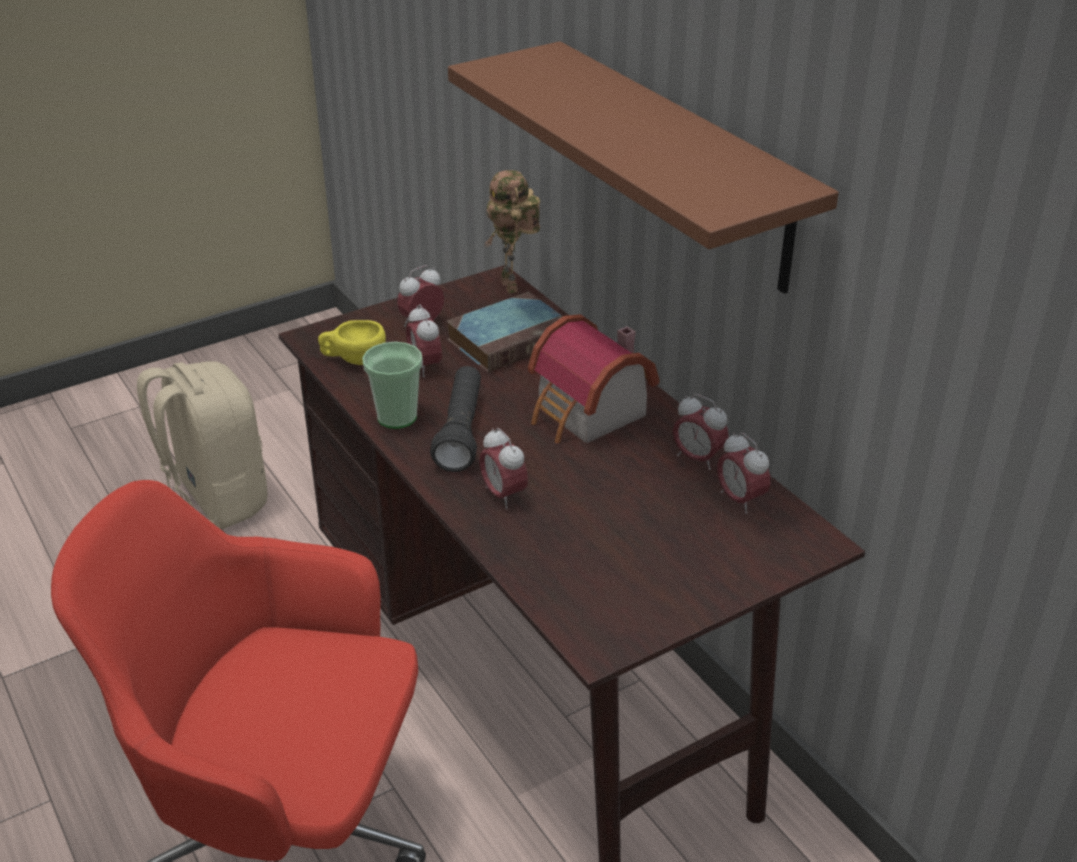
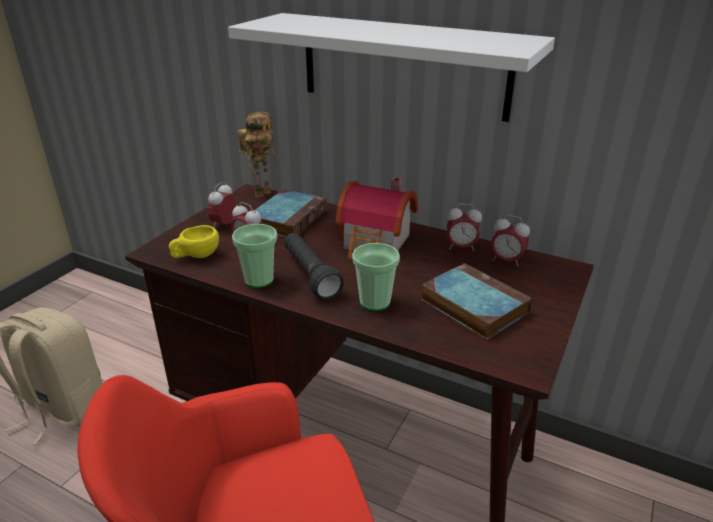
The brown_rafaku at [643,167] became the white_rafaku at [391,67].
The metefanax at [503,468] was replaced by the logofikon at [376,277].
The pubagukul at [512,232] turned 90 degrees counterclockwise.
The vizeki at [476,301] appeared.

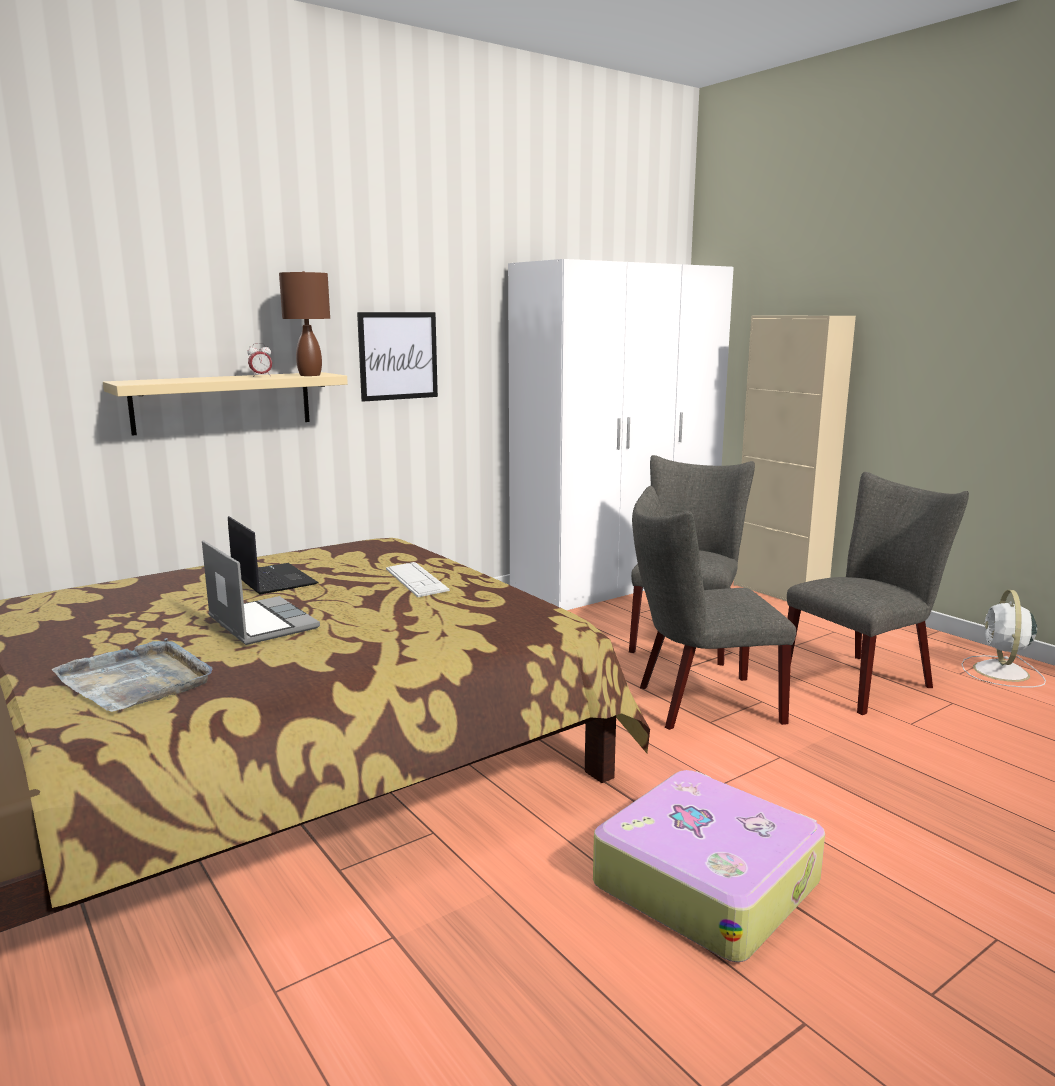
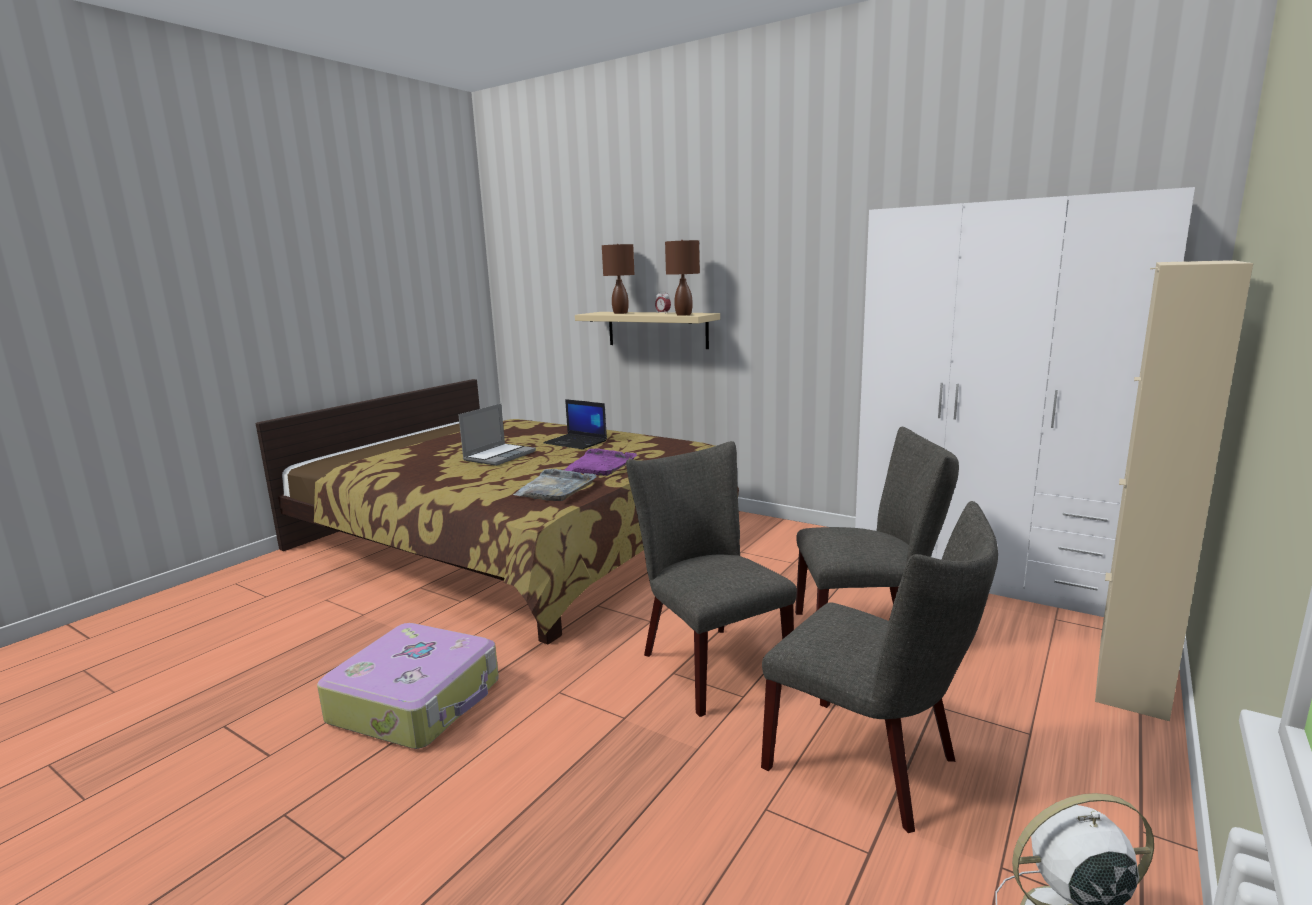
The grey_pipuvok moved from [132,675] to [555,485].
The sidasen at [273,555] turned 90 degrees clockwise.
The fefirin at [397,357] disappeared.
The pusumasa at [418,579] was replaced by the purple_pipuvok at [601,462].
The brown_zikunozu at [618,279] appeared.

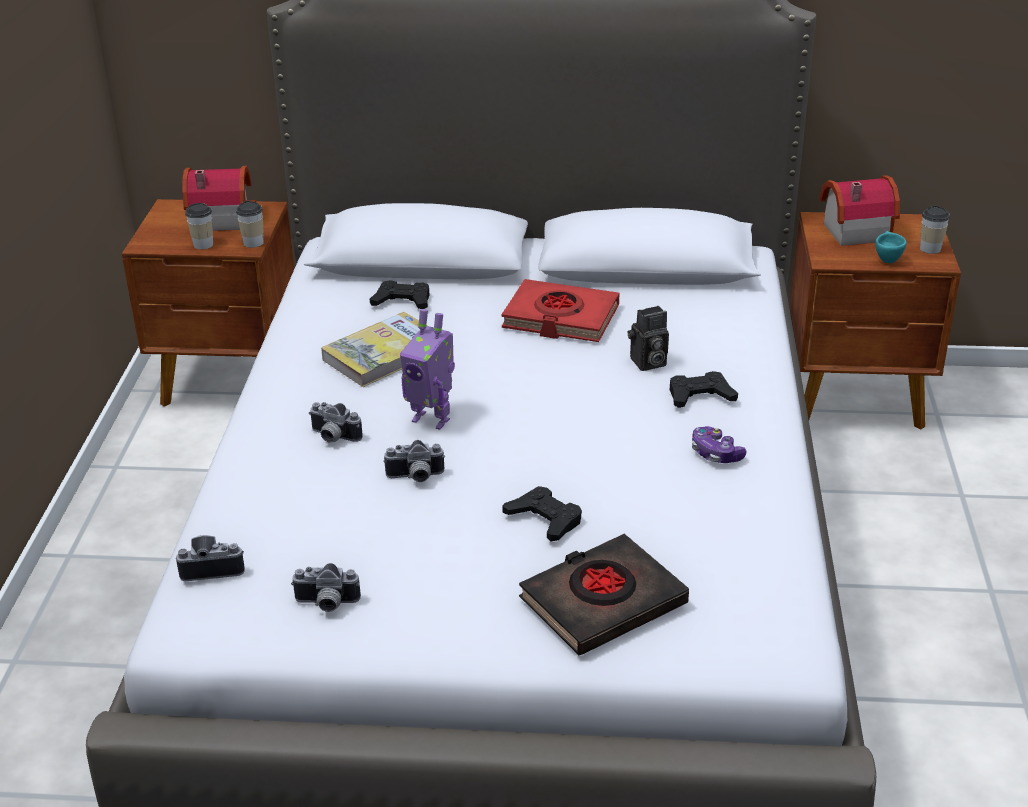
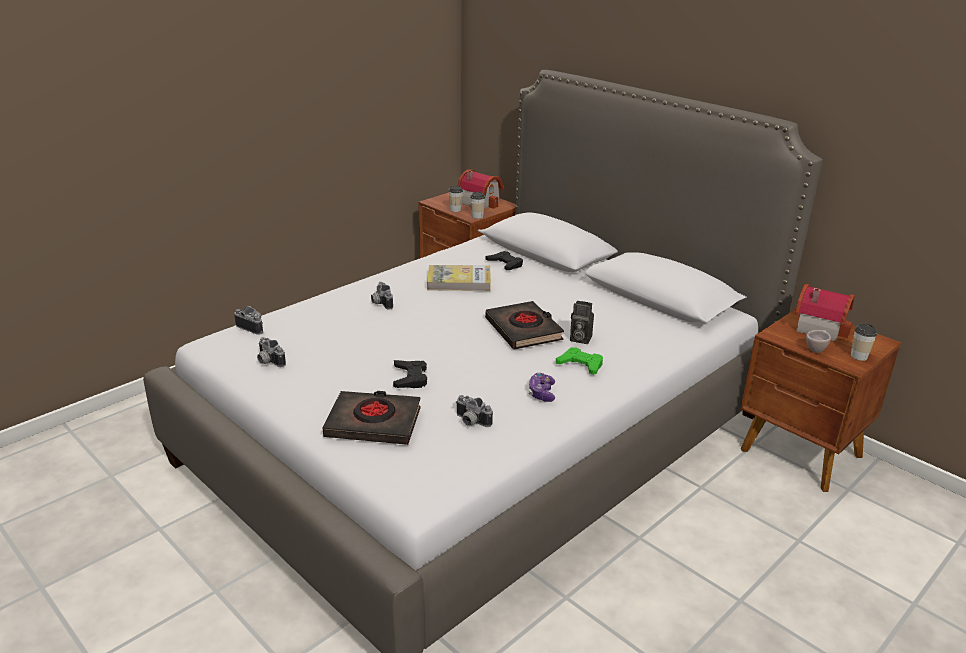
The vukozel moved from [414,461] to [474,411].
The pubagukul at [427,369] disappeared.
The red_vizeki at [560,310] disappeared.
The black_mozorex at [704,389] became the green_mozorex at [579,361].
The turquoise_logofikon at [891,247] became the beige_logofikon at [818,341].
The black_vizeki at [524,325] appeared.

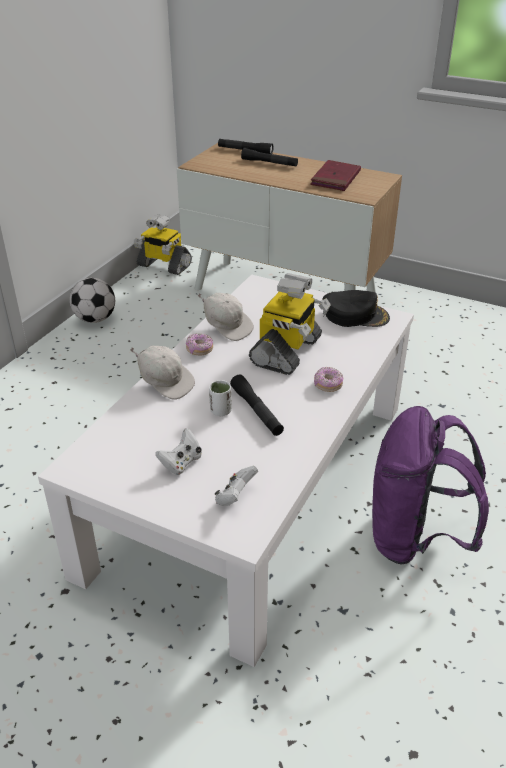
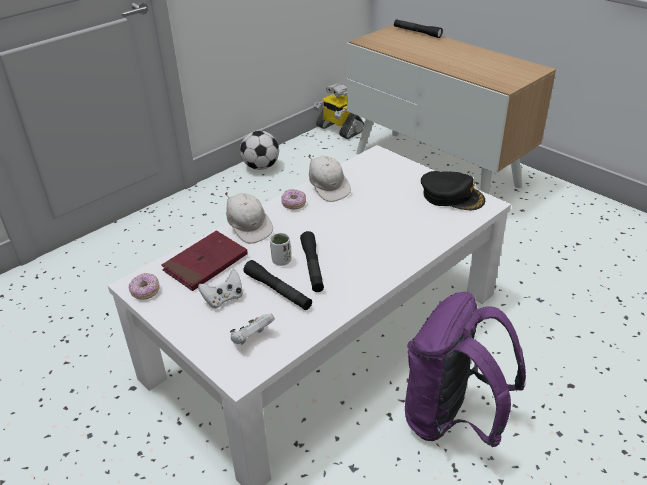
The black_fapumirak moved from [269,157] to [278,285].
The pubagukul at [290,324] disappeared.
The red_vizeki moved from [335,175] to [204,261].
The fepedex moved from [329,379] to [144,286].

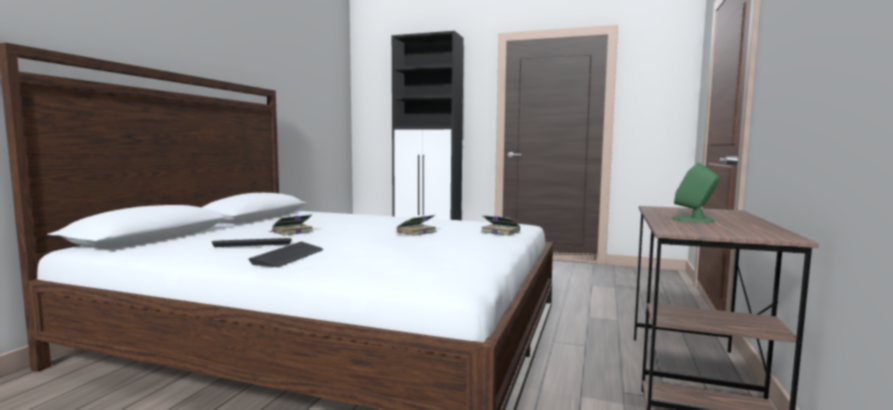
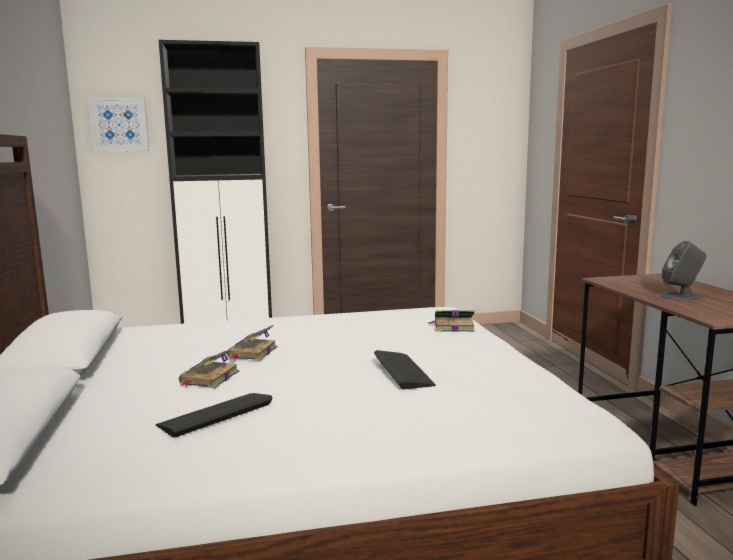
The pusumasa moved from [286,254] to [405,369].
The vizeki moved from [417,225] to [252,343].
The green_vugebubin at [695,192] became the grey_vugebubin at [683,270].
The fefirin at [118,124] appeared.

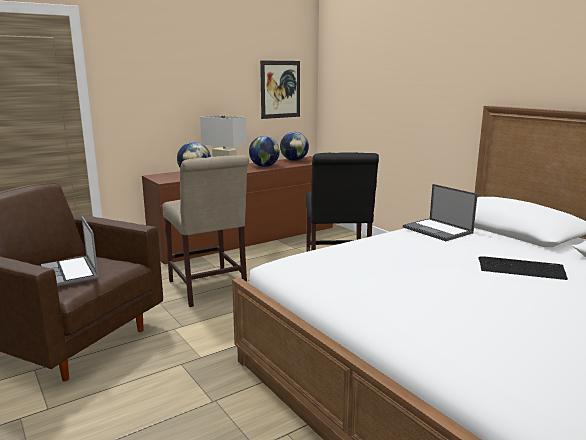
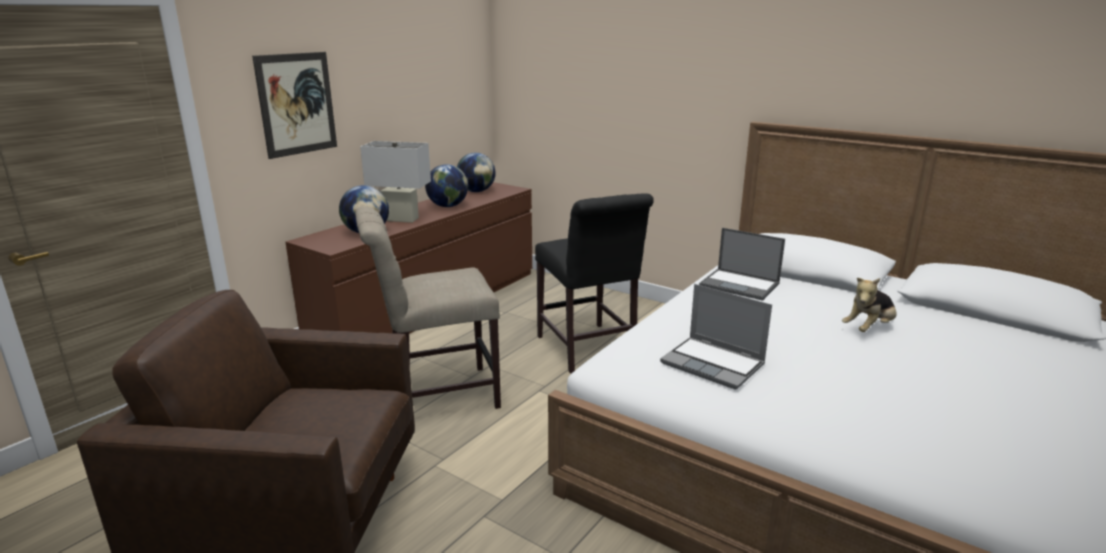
The sidasen moved from [70,251] to [716,336].
The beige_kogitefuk at [205,231] turned 120 degrees clockwise.
The fefirin moved from [280,89] to [294,105].
The pusumasa at [523,268] was replaced by the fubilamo at [869,305].

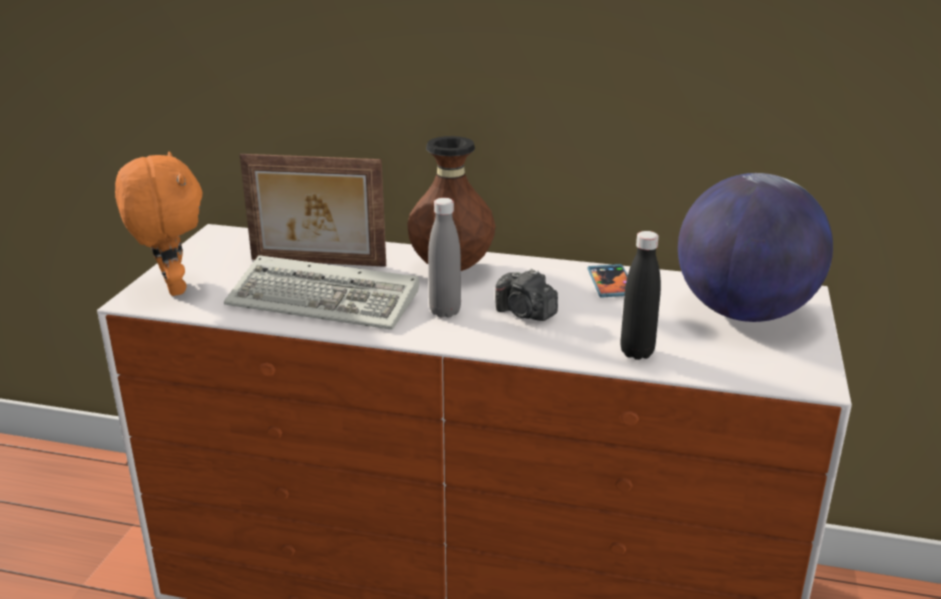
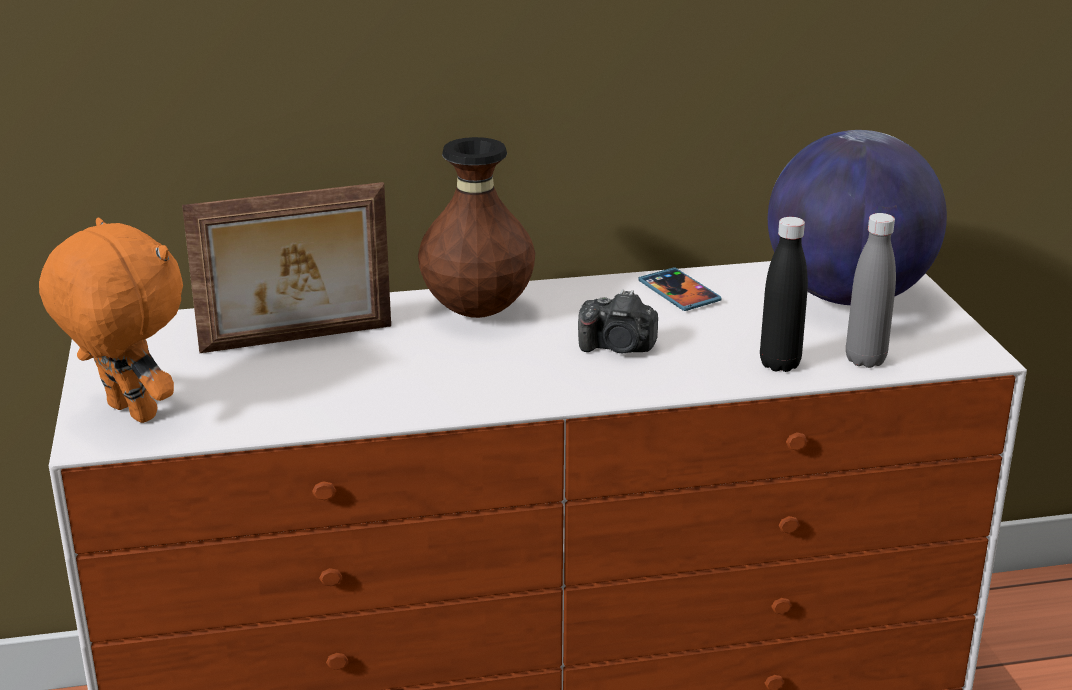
The pusumasa at [321,292] disappeared.
The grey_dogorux moved from [444,258] to [871,290].

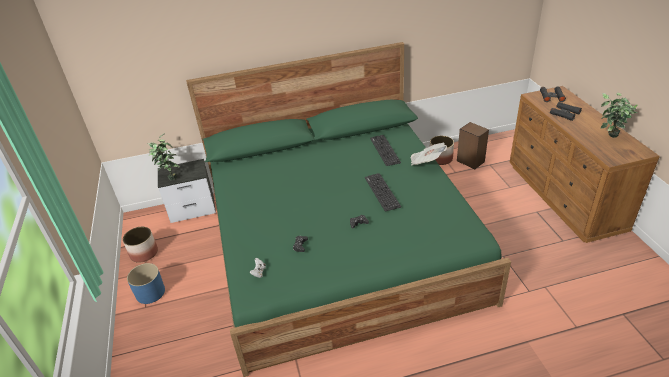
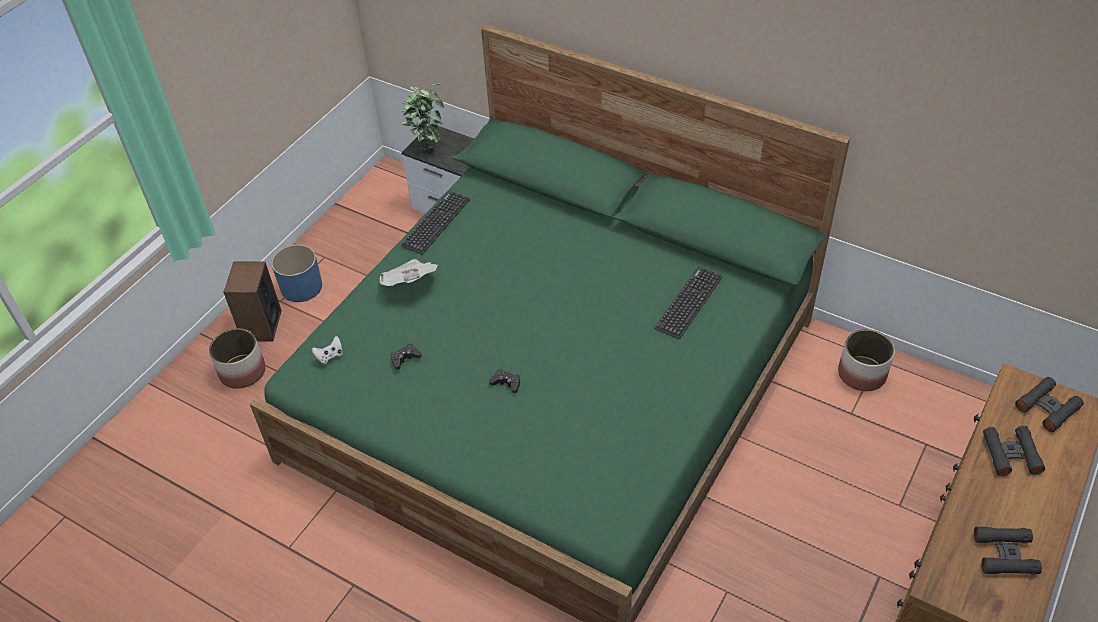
The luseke moved from [140,245] to [237,358].
The pusumasa moved from [383,192] to [435,222].
The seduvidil moved from [429,154] to [408,272].
The vugebubin moved from [473,145] to [252,301].
The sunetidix at [619,115] was replaced by the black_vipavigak at [1008,551].

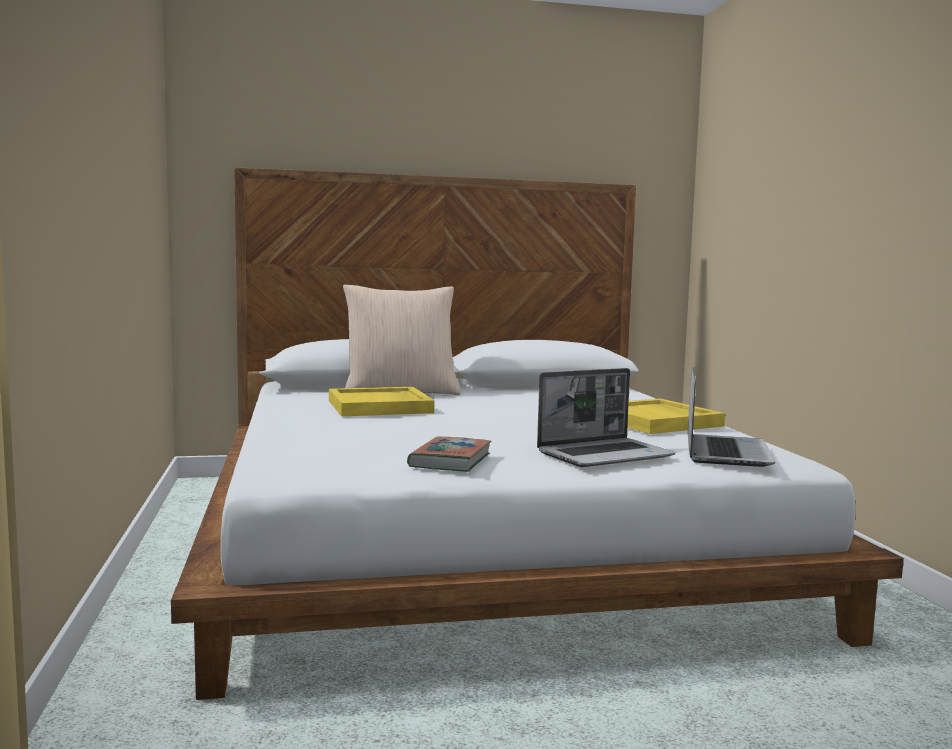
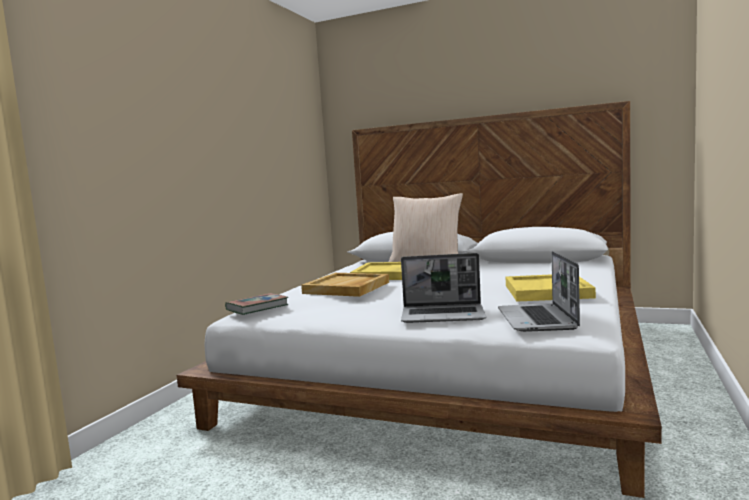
The vizeki moved from [449,454] to [257,304].
The sidasen at [731,417] turned 135 degrees clockwise.
The beige_pipuvok at [345,285] appeared.

